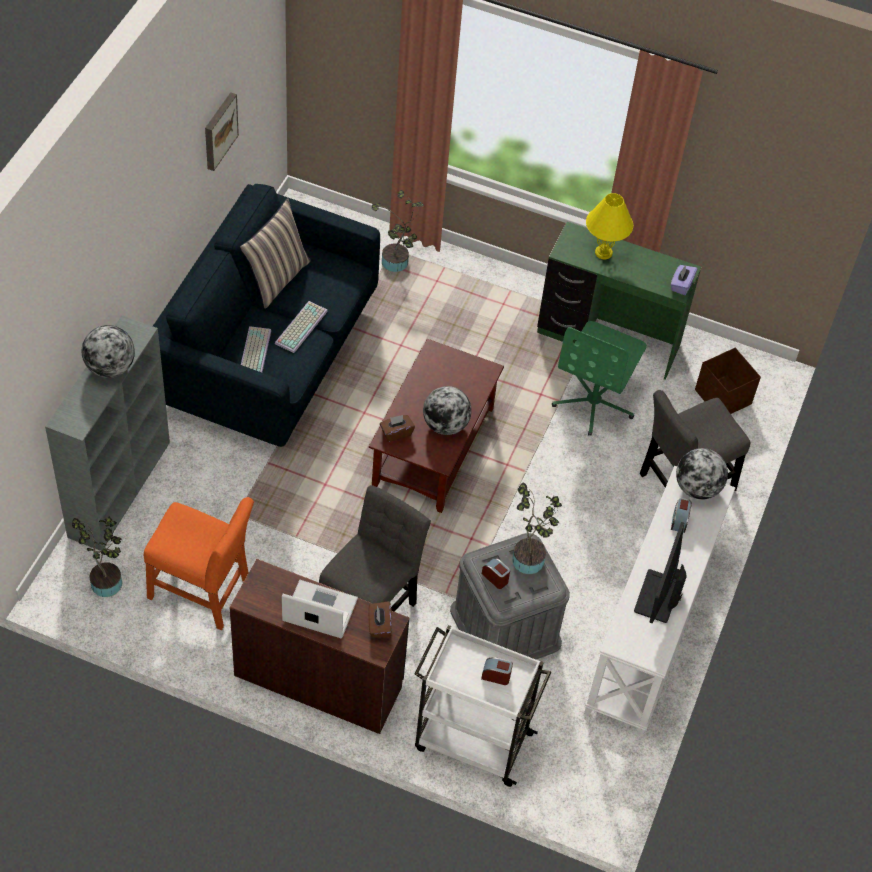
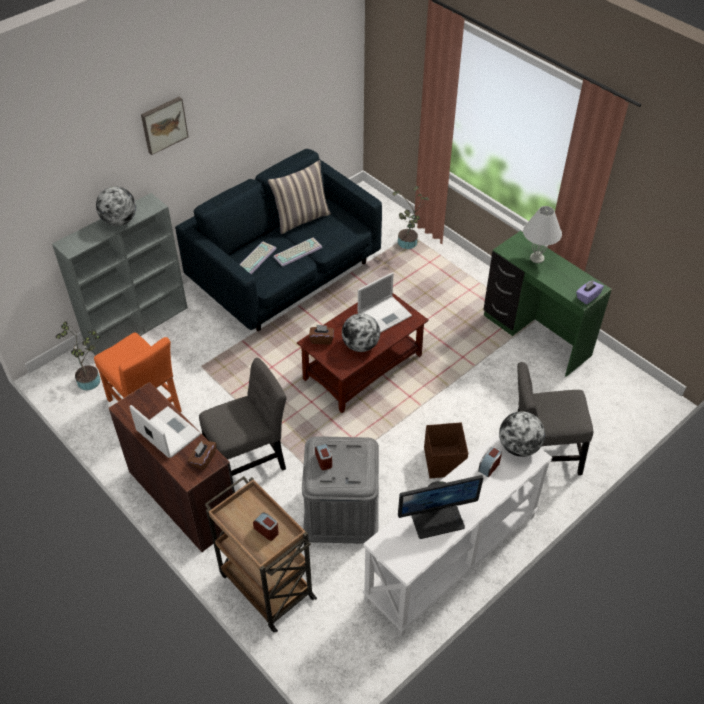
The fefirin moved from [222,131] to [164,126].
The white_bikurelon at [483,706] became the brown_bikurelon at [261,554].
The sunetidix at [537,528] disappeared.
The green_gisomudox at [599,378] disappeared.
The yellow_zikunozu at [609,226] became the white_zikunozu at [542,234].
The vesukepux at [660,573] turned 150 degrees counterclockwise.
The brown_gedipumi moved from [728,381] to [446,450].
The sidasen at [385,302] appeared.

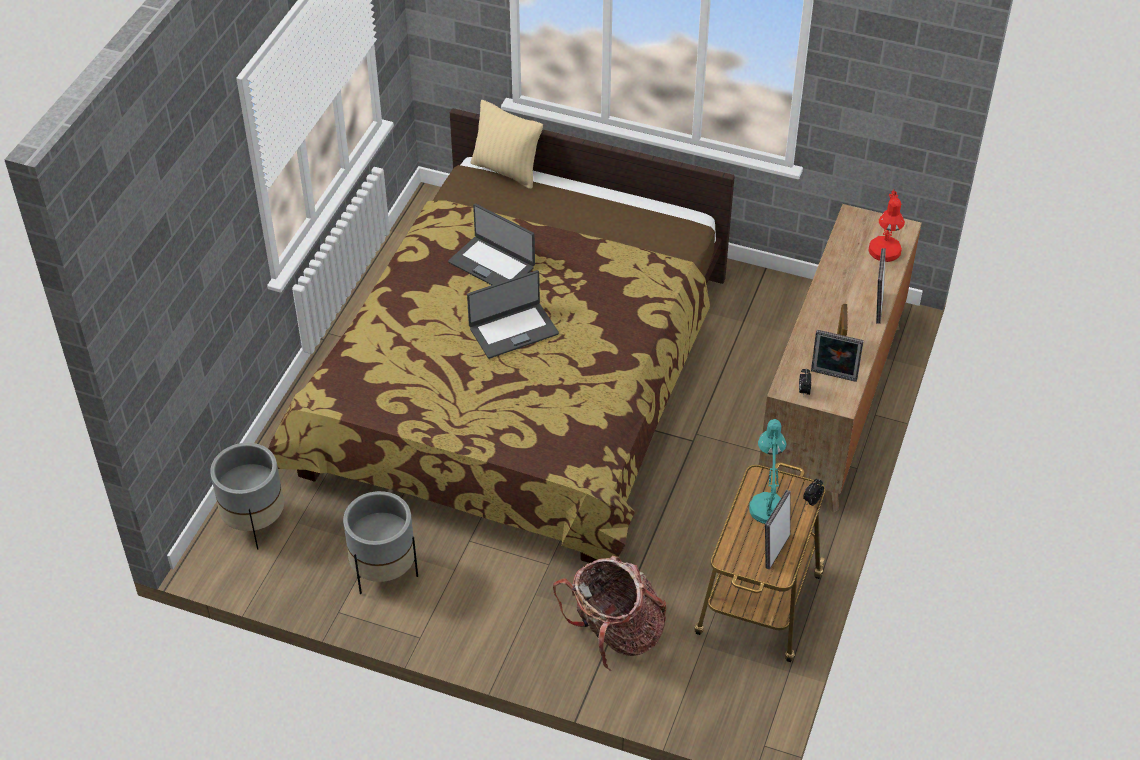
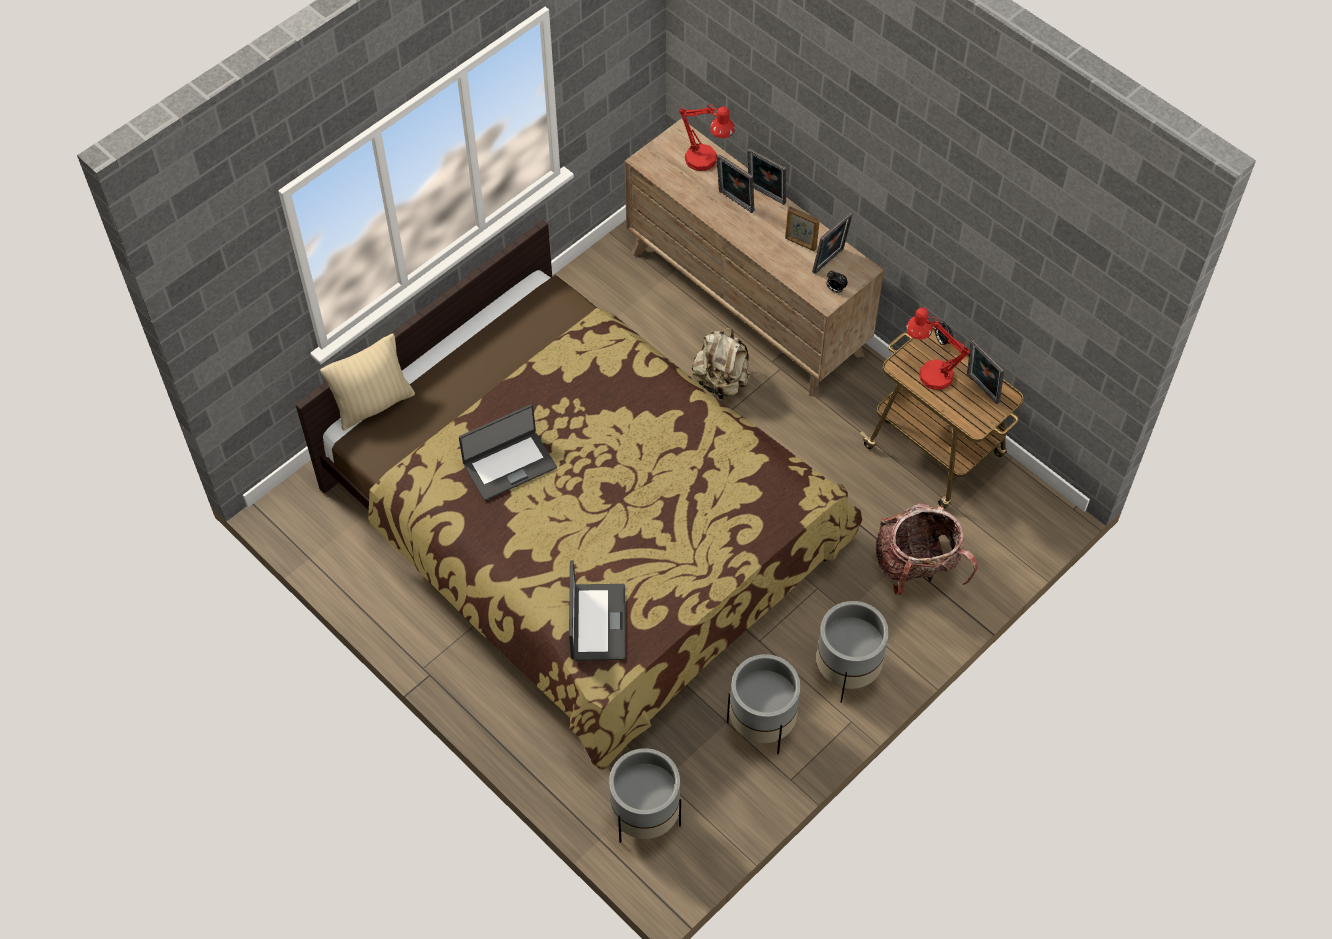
The sidasen moved from [513,314] to [597,610].
The turquoise_zikunozu at [767,471] became the red_zikunozu at [938,348].
The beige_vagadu at [721,363] appeared.
The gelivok at [735,183] appeared.
The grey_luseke at [852,652] appeared.

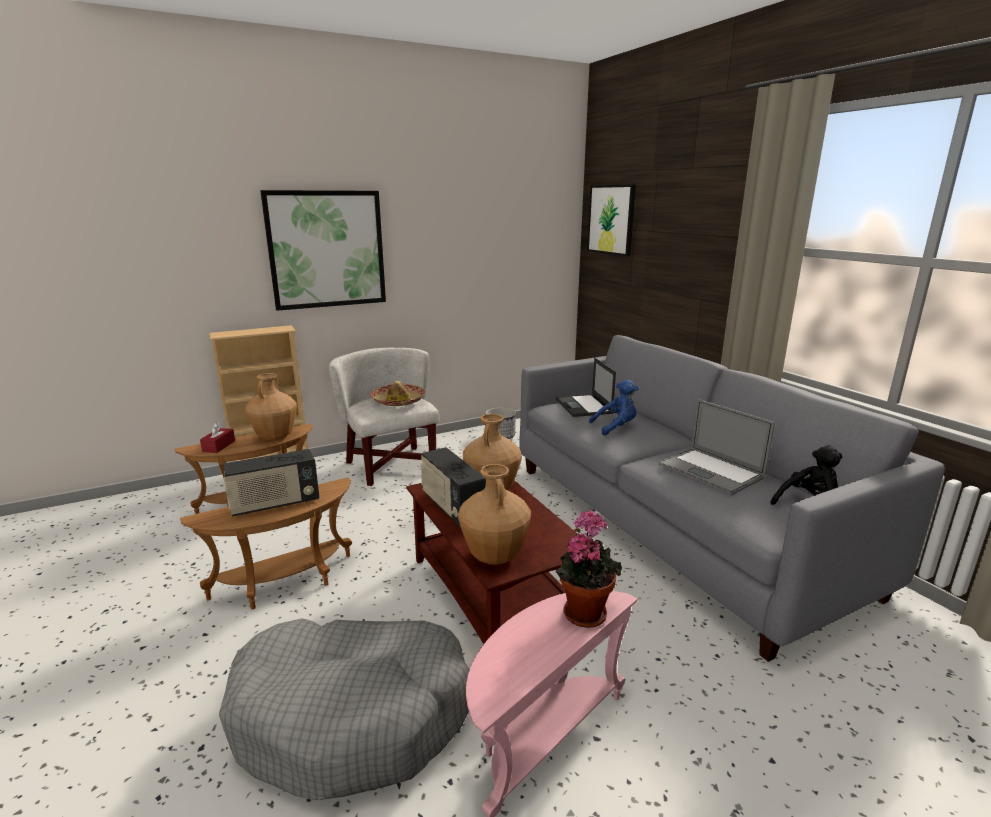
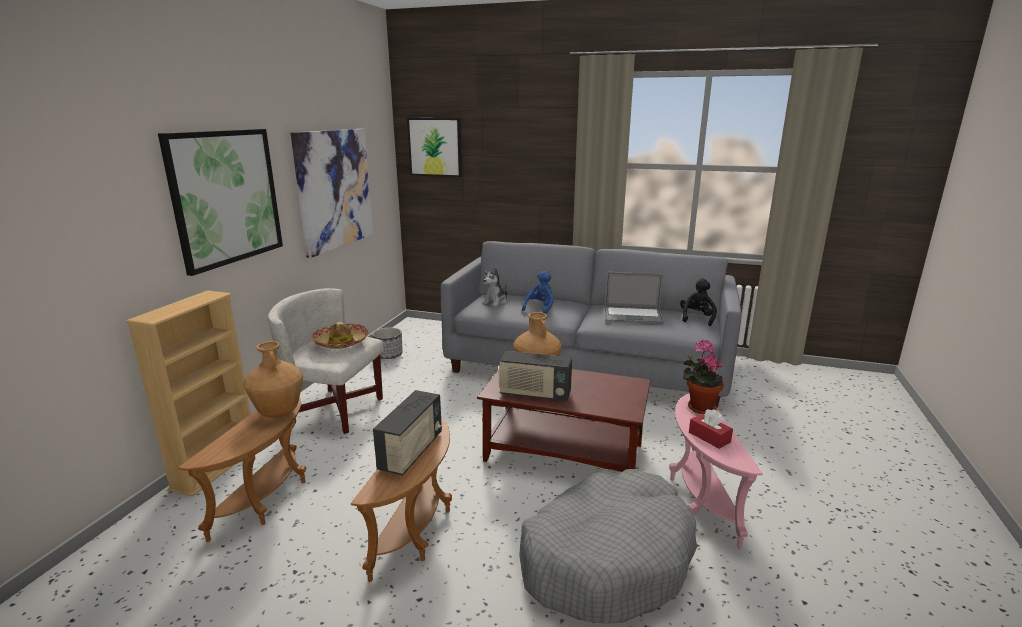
The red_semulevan moved from [217,437] to [711,429].
The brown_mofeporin at [494,514] disappeared.
The sidasen at [586,387] was replaced by the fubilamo at [495,287].
The fefirin at [332,193] appeared.

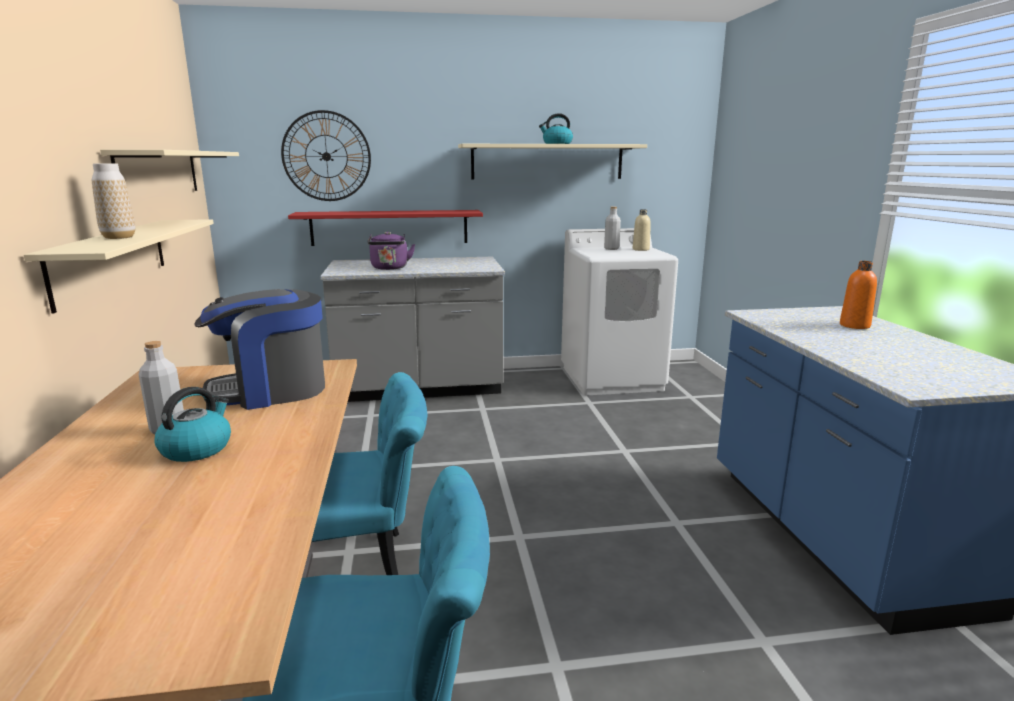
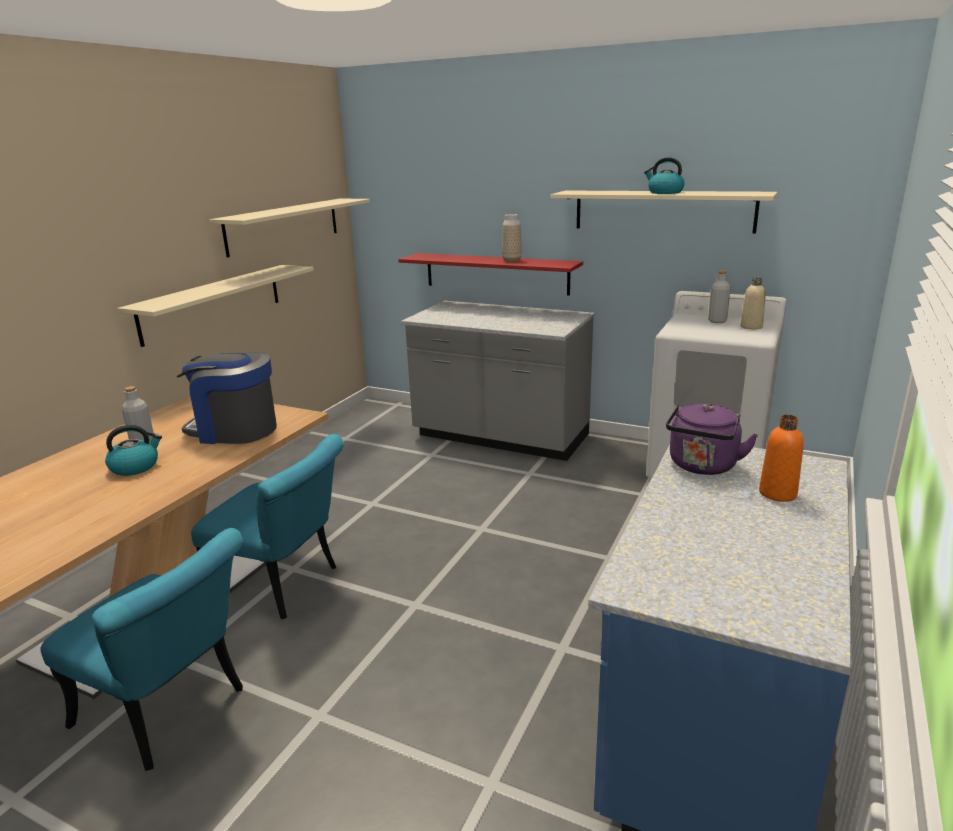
The mofeporin moved from [113,201] to [512,238].
The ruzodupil at [326,155] disappeared.
The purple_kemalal moved from [391,251] to [712,439].

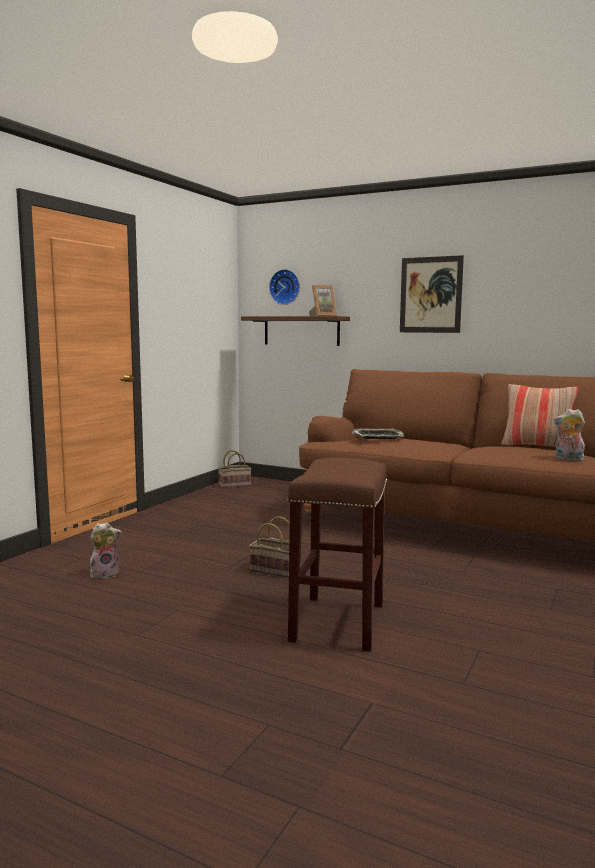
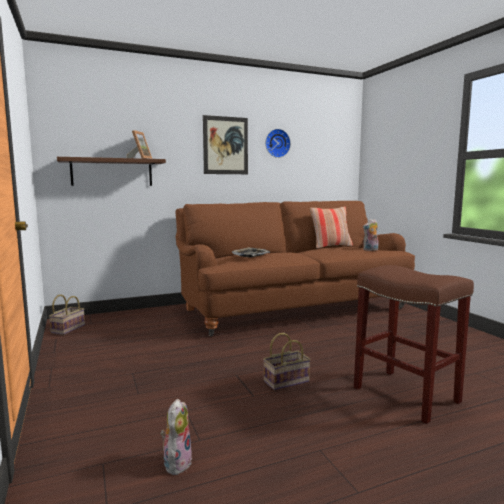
The ruzodupil moved from [284,287] to [278,143].

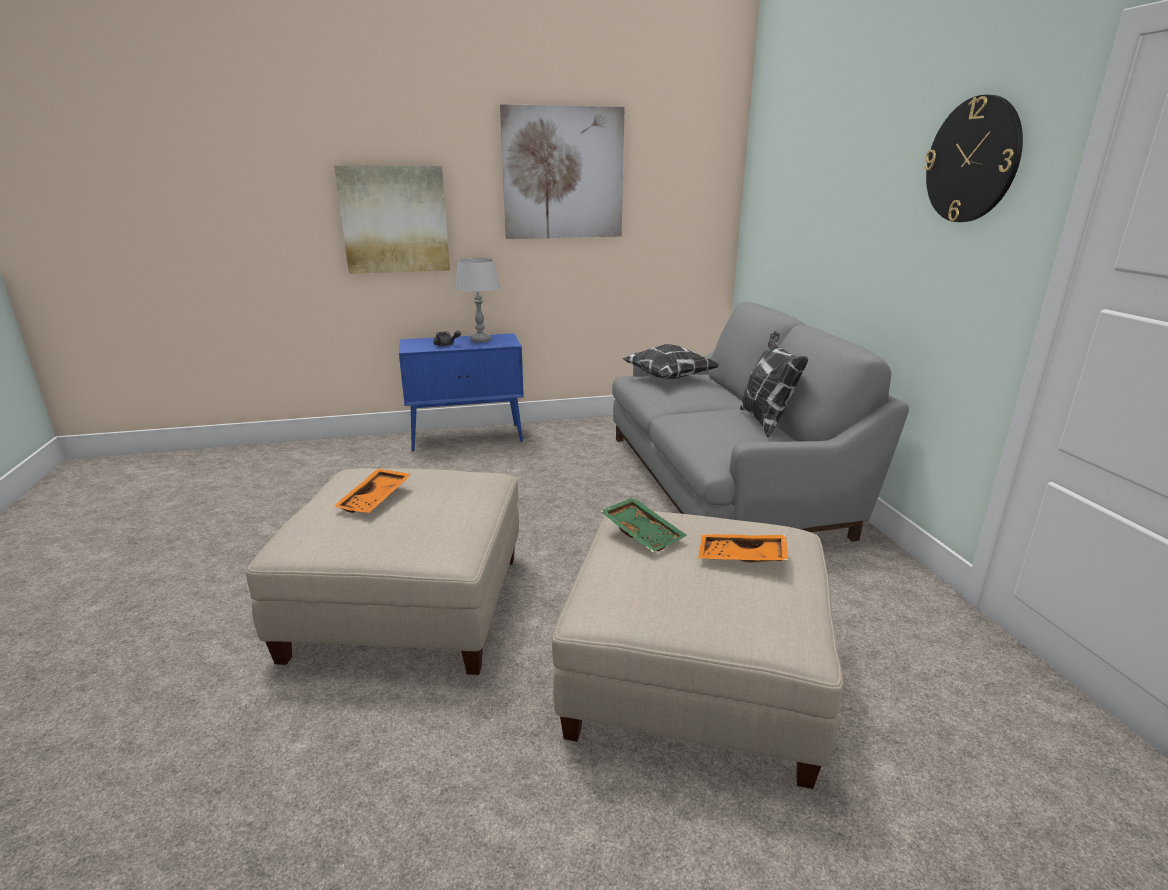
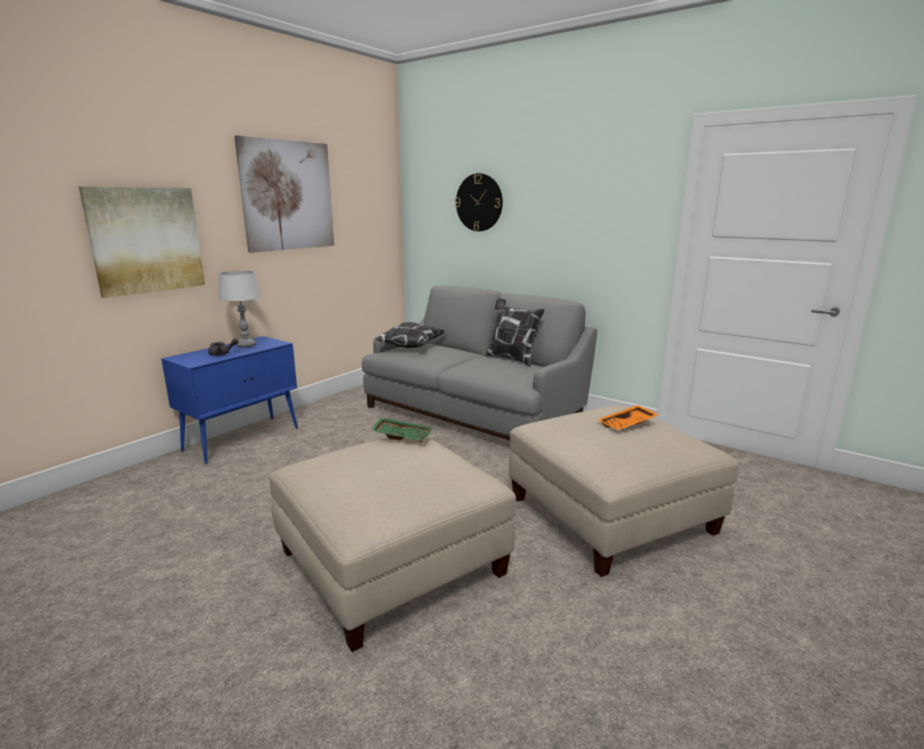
The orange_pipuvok at [372,490] disappeared.
The green_pipuvok moved from [643,524] to [401,429].
The ruzodupil moved from [973,158] to [479,202].

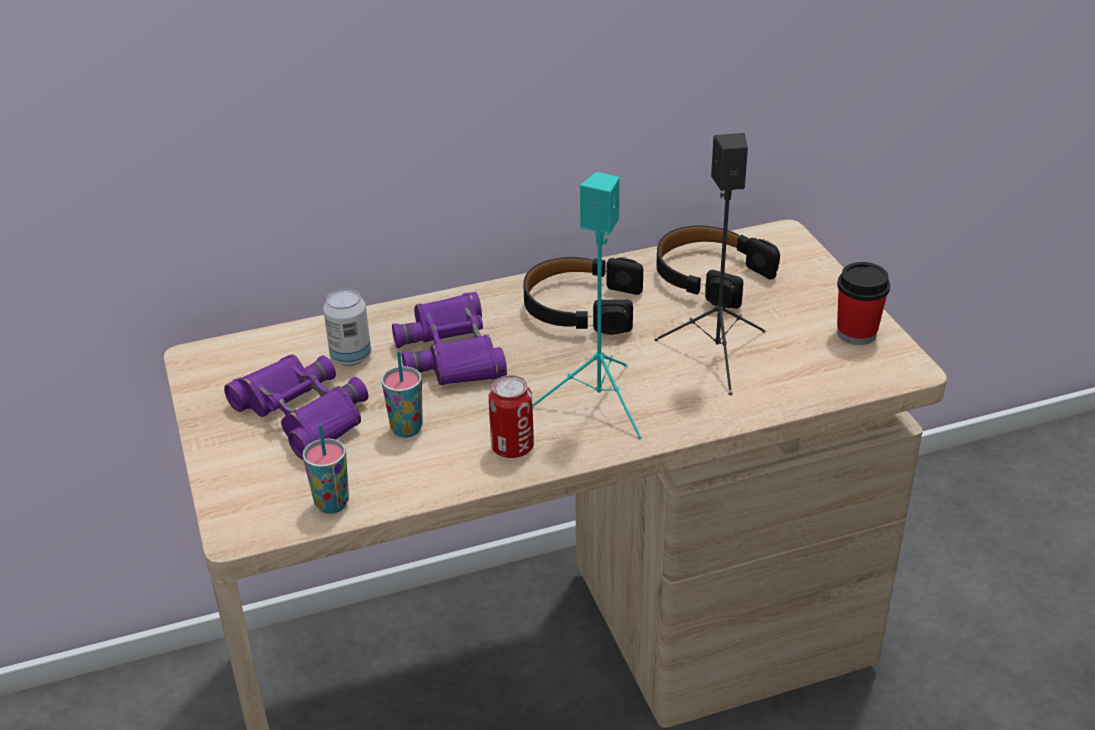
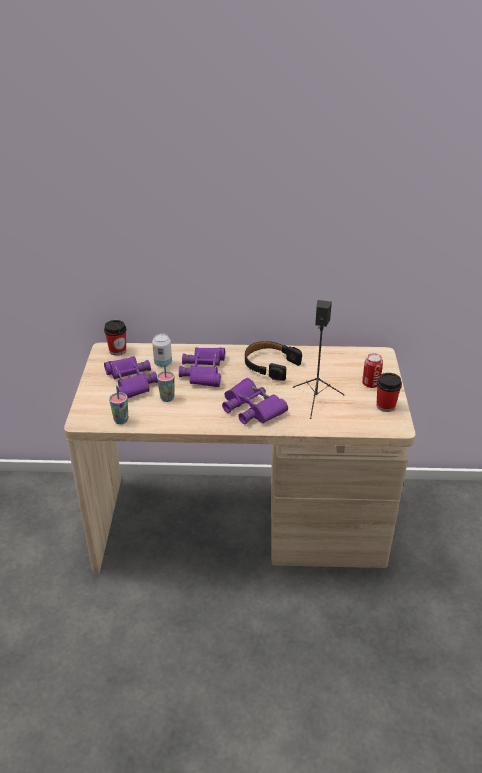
The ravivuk moved from [511,416] to [372,370].
The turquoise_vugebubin at [587,305] was replaced by the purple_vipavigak at [255,401].
The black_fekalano at [718,267] disappeared.
The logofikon at [115,338] appeared.

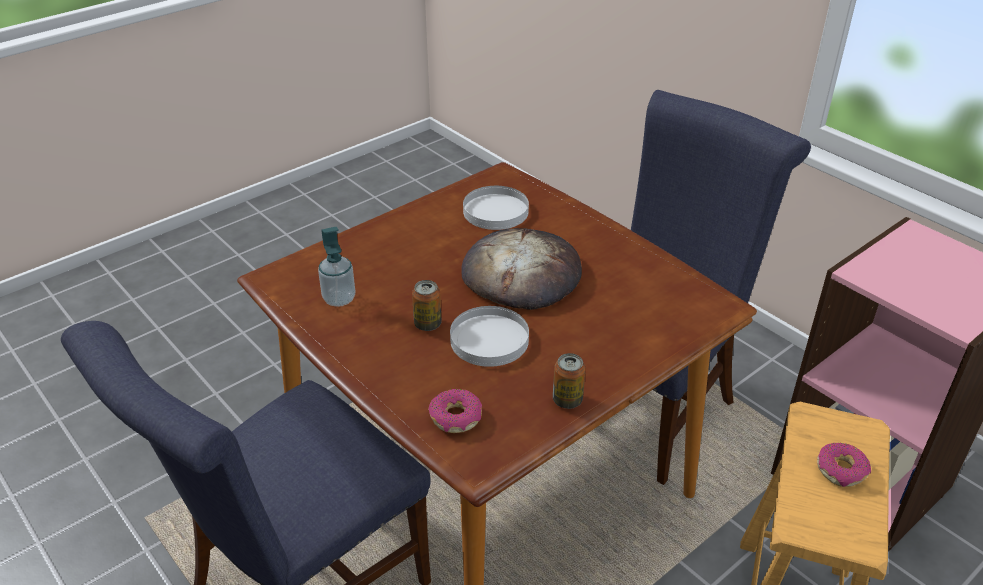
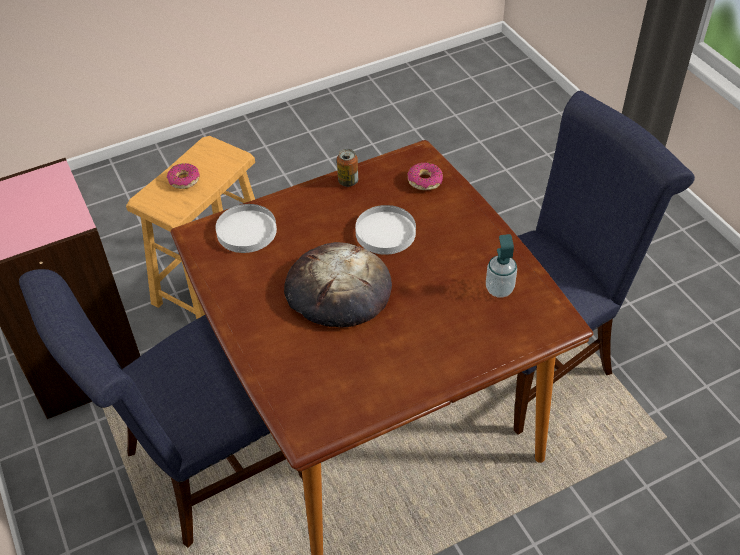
The ravivuk at [426,305] disappeared.
The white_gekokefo moved from [496,208] to [246,228].

